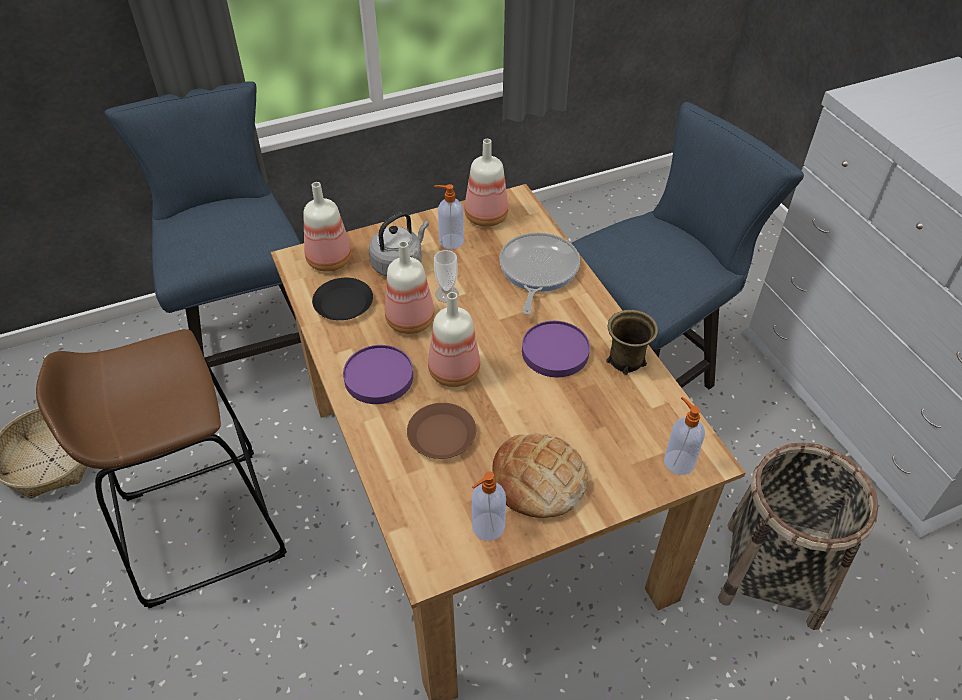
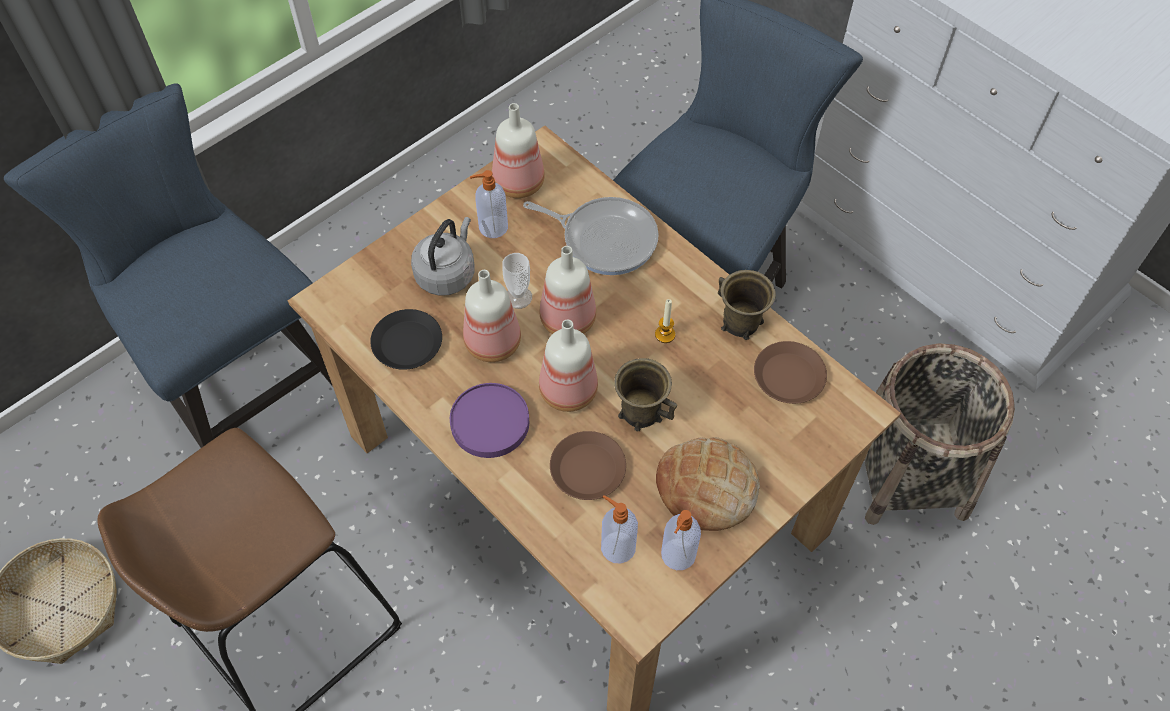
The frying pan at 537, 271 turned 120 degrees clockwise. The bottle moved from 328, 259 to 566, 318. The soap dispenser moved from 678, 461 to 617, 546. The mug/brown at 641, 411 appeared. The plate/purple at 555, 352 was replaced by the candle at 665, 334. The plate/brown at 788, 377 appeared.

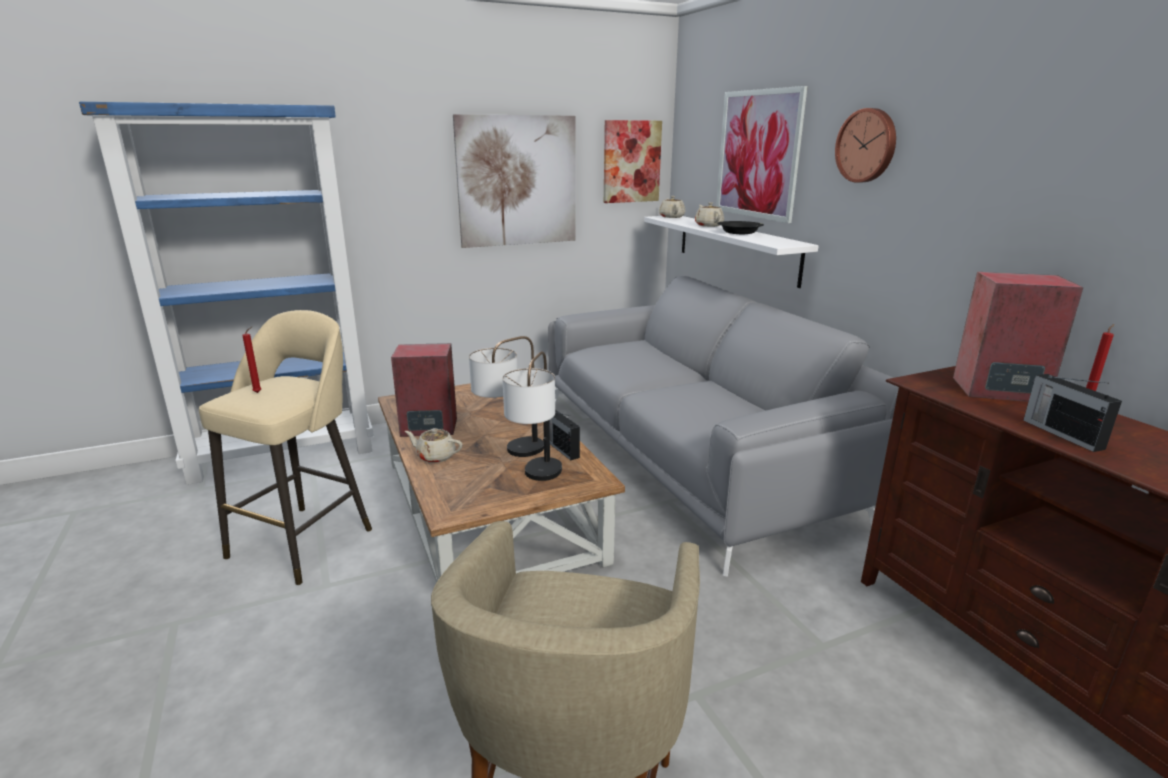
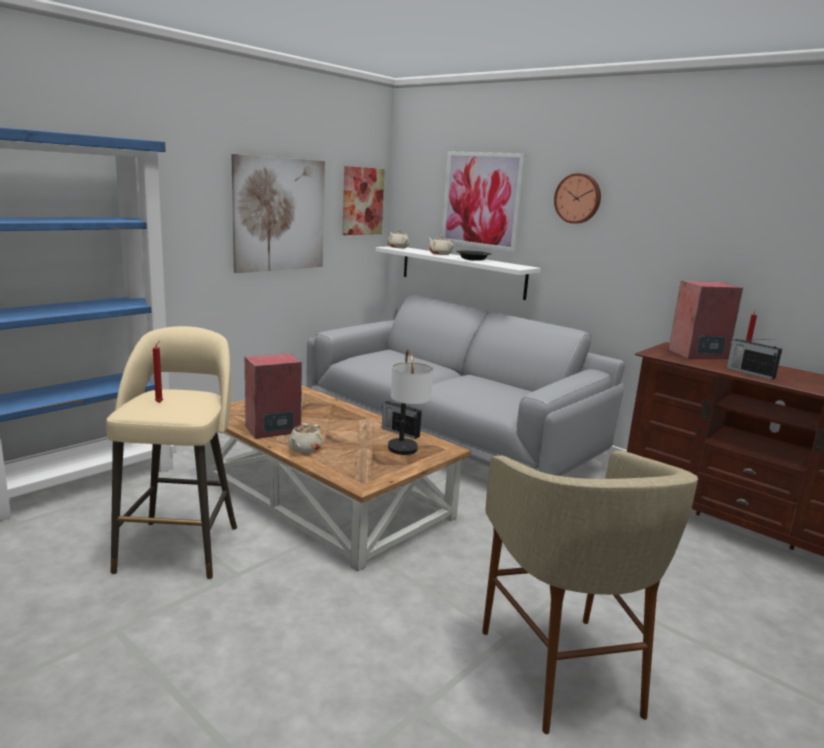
The teapot/beige at 435, 456 turned 60 degrees counterclockwise. The table lamp at 509, 454 disappeared.

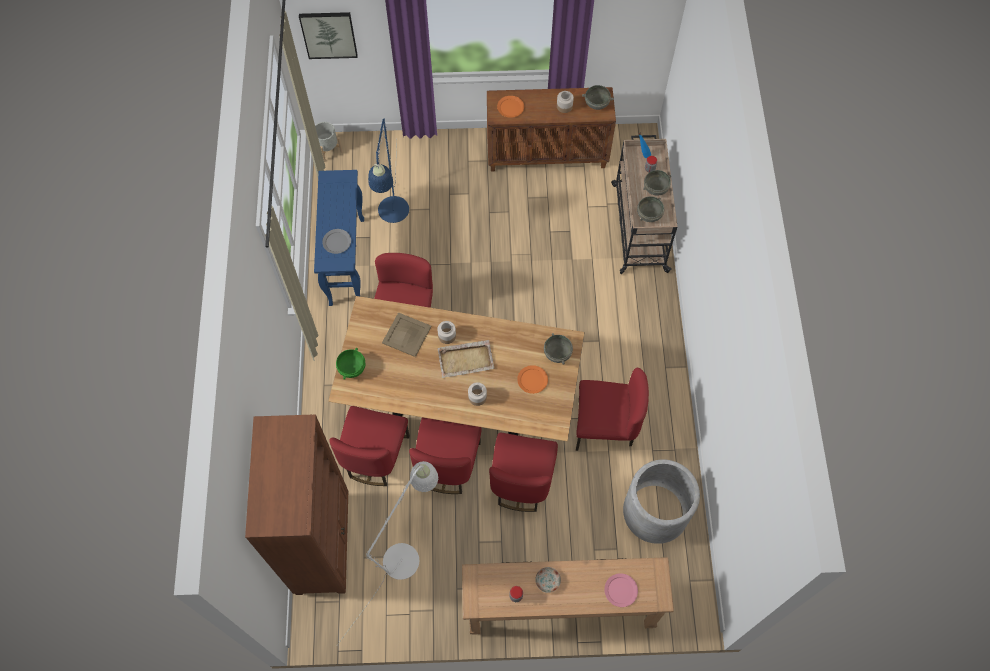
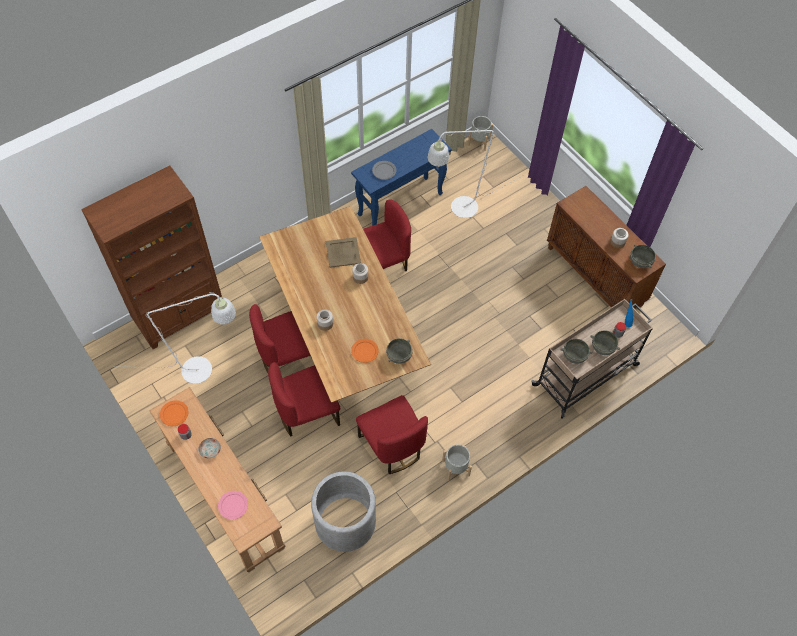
The plate/orange moved from 510, 107 to 174, 414. The floor lamp/blue at 393, 216 became the floor lamp/white at 458, 210. The planter/grey at 455, 468 appeared. The picture at 329, 34 disappeared. The chair/red at 375, 456 disappeared. The bowl/green at 352, 368 disappeared. The tray/beige at 466, 359 disappeared.

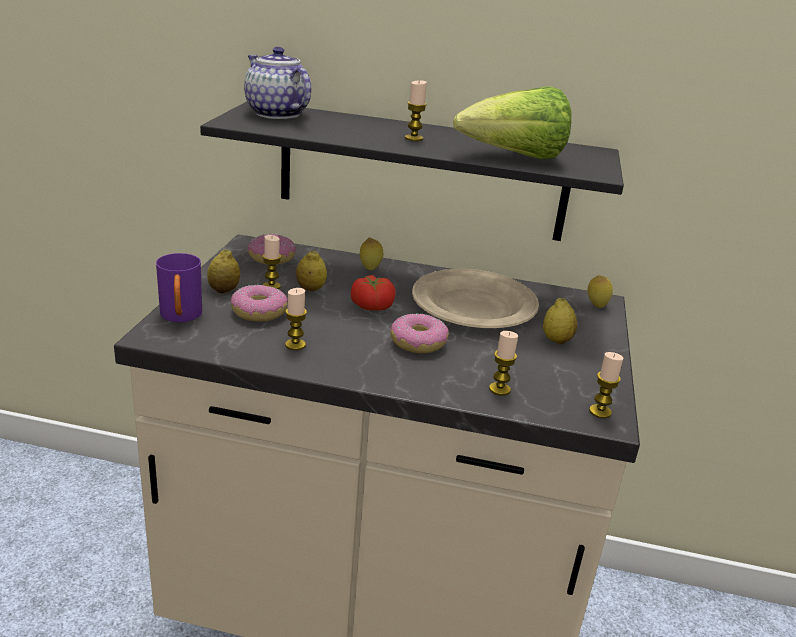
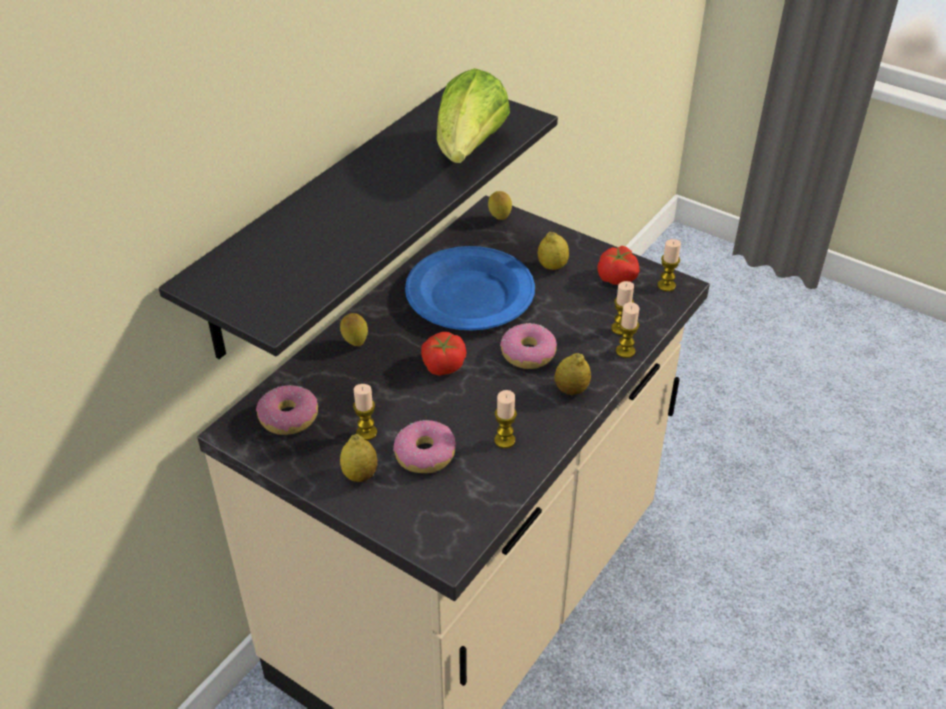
The plate/beige at 473, 305 became the plate/blue at 469, 295. The lemon moved from 310, 289 to 571, 390. The tomato at 617, 277 appeared. The candle moved from 413, 138 to 625, 351. The mug/purple at 181, 317 disappeared. The teapot at 276, 113 disappeared.

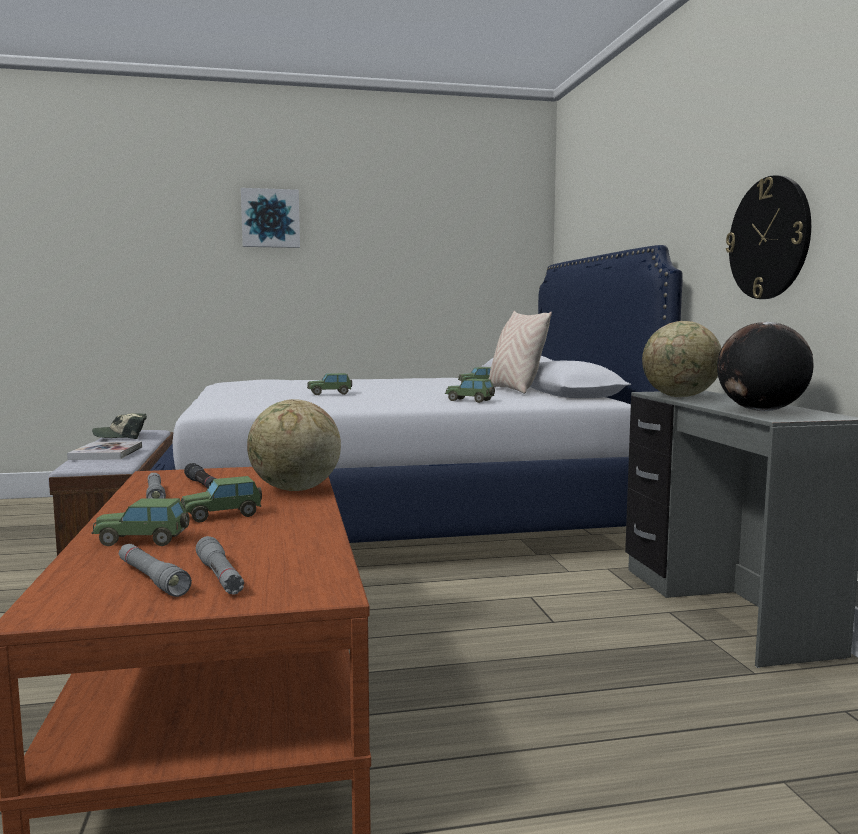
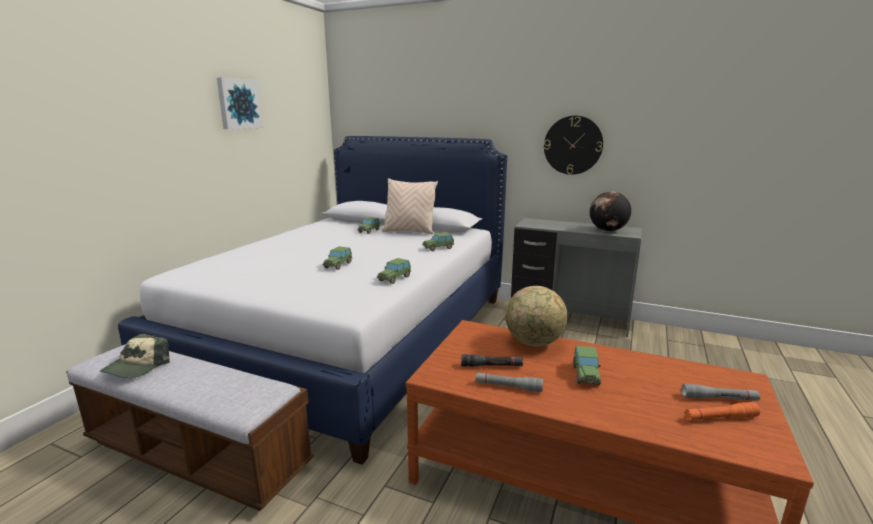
The picture moved from 270, 218 to 238, 104. The toy car moved from 143, 540 to 394, 278. The flashlight/grey at 152, 579 became the flashlight/orange at 719, 418. The book at 106, 453 disappeared. The globe at 680, 397 disappeared.

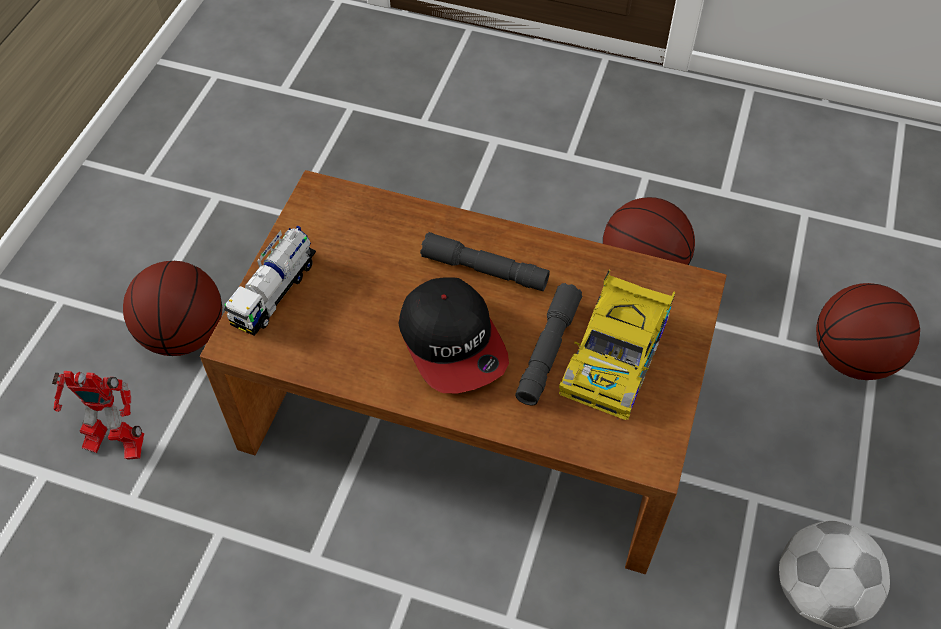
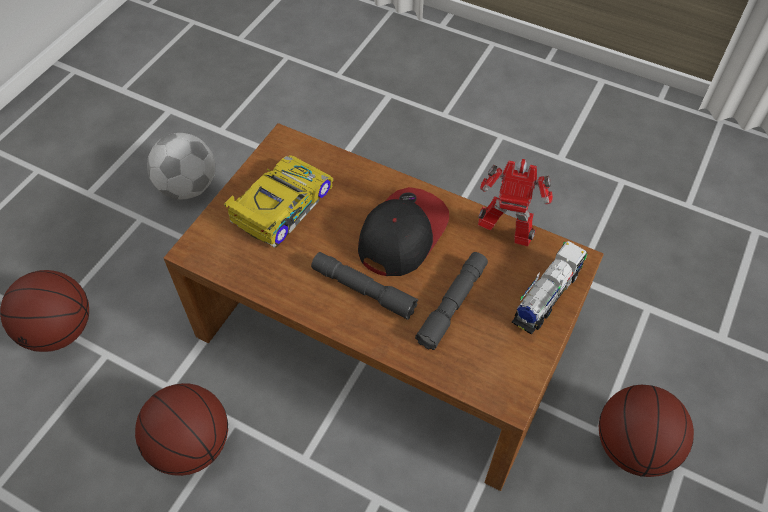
The cap at 453, 342 turned 45 degrees clockwise. The flashlight/grey moved from 548, 350 to 452, 304. The toy robot moved from 115, 444 to 506, 235.

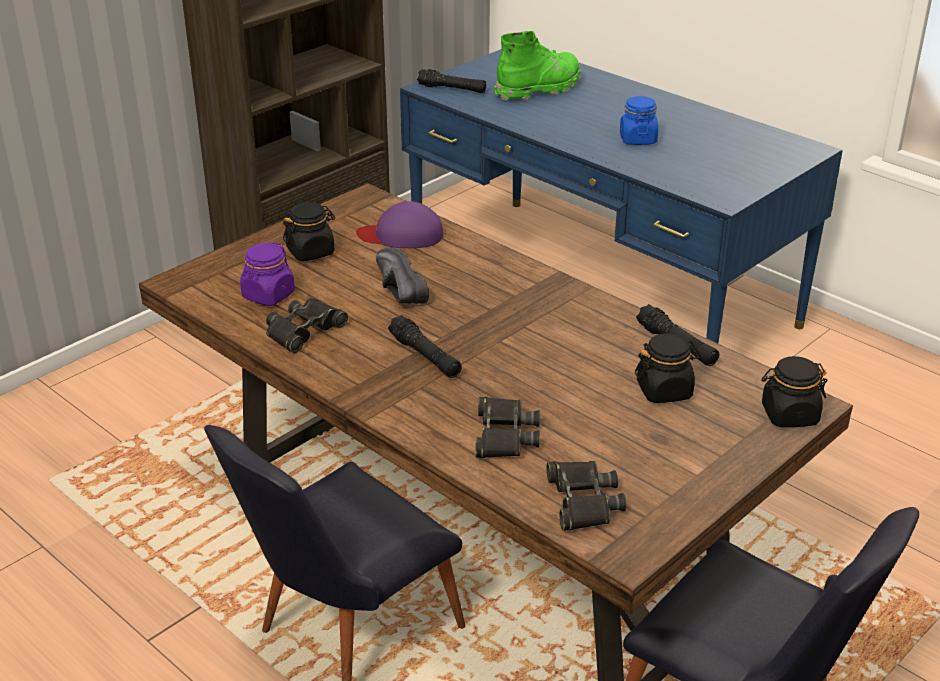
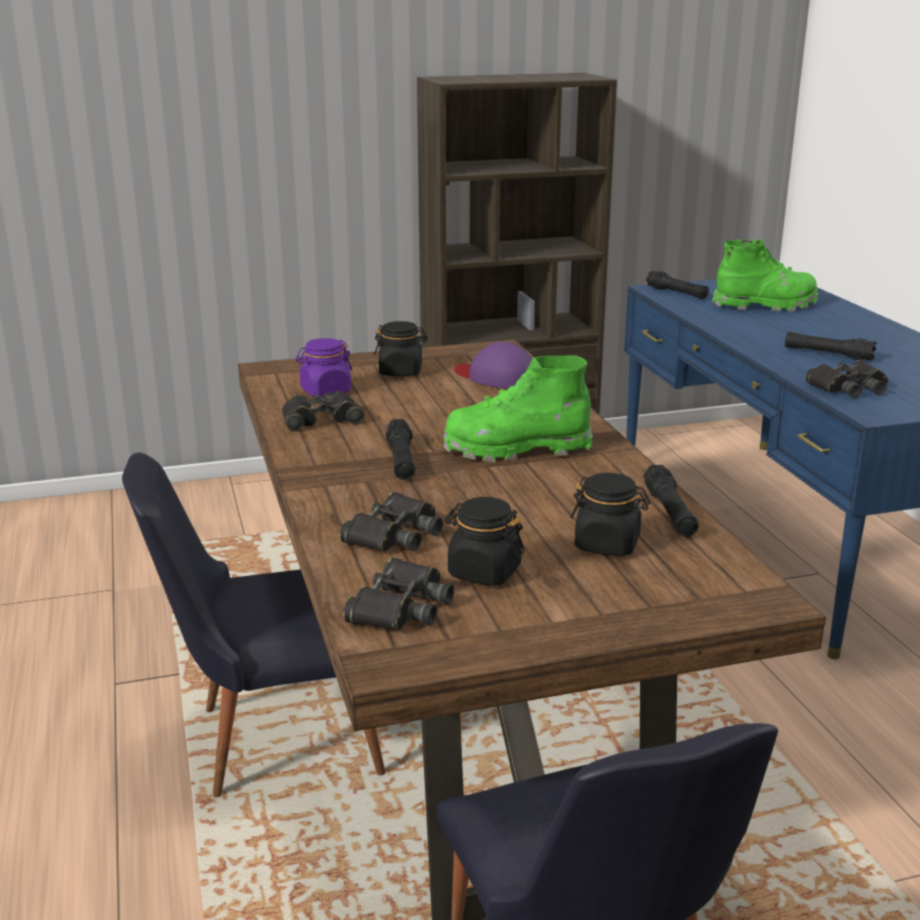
The boot/green at 516, 449 appeared. The jar/black moved from 789, 415 to 484, 572. The jar/blue at 637, 139 was replaced by the flashlight/black at 828, 354. The binoculars/black at 849, 388 appeared. The shoe/black at 395, 291 disappeared.

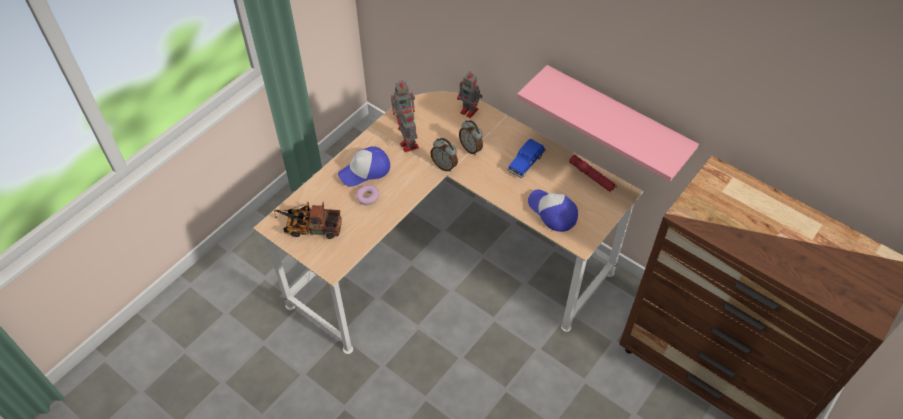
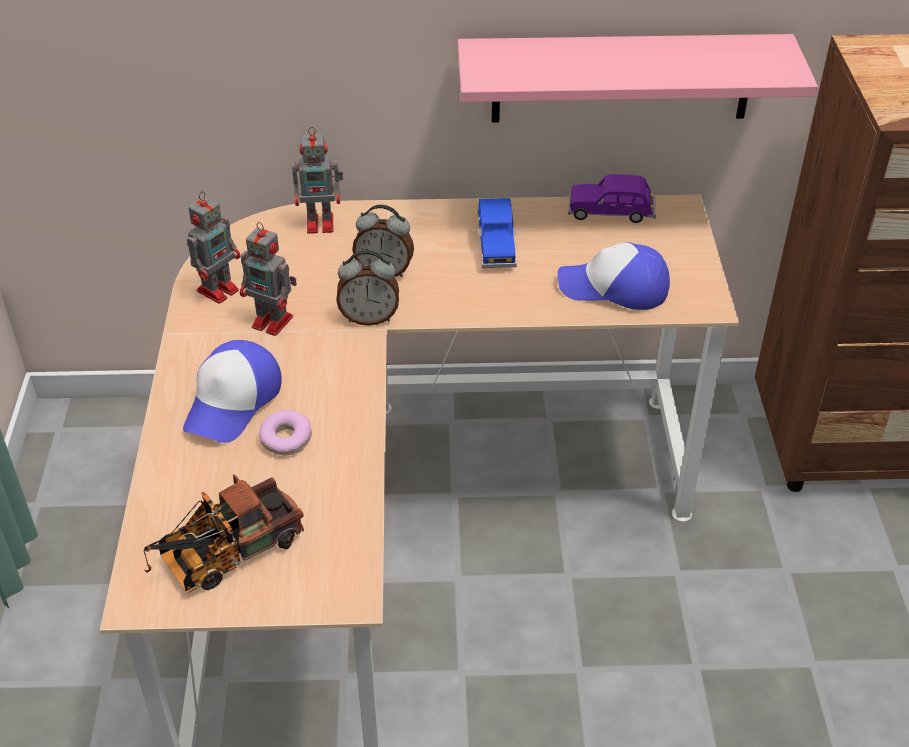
The flashlight/red at 591, 176 was replaced by the toy car/purple at 611, 213.

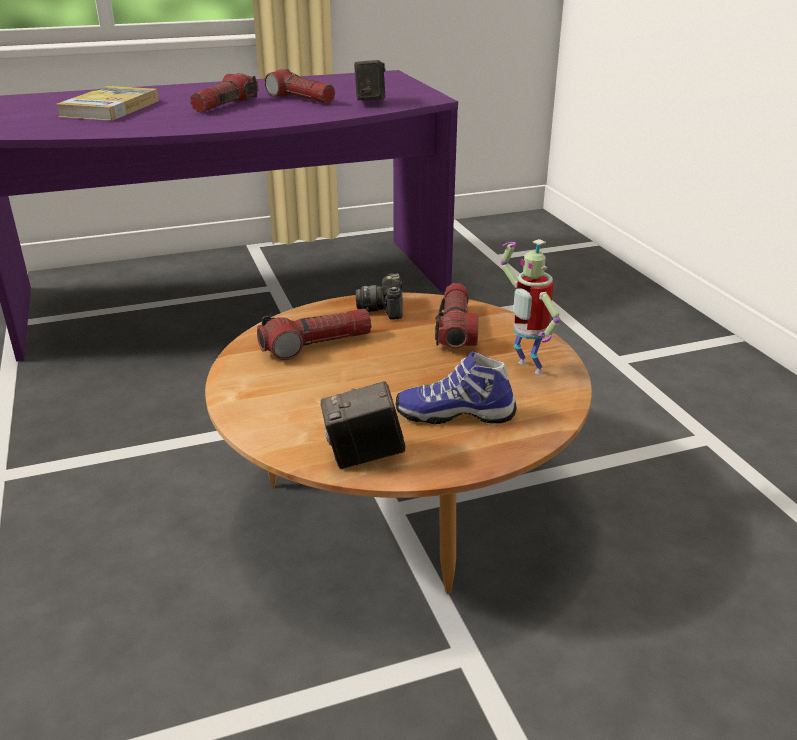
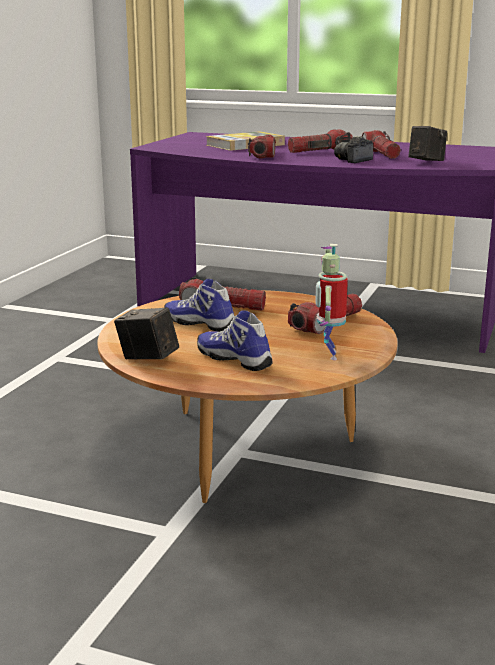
The shoe at 201, 323 appeared. The flashlight at 264, 155 appeared. The photo camera moved from 384, 309 to 353, 160.

